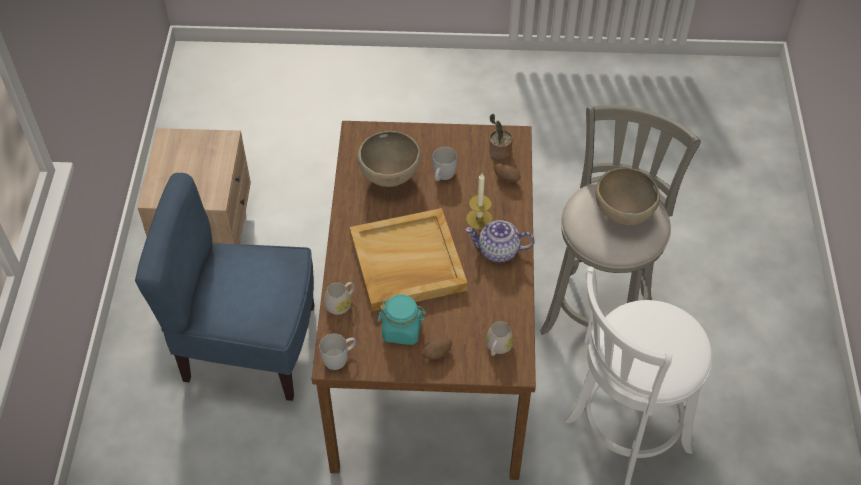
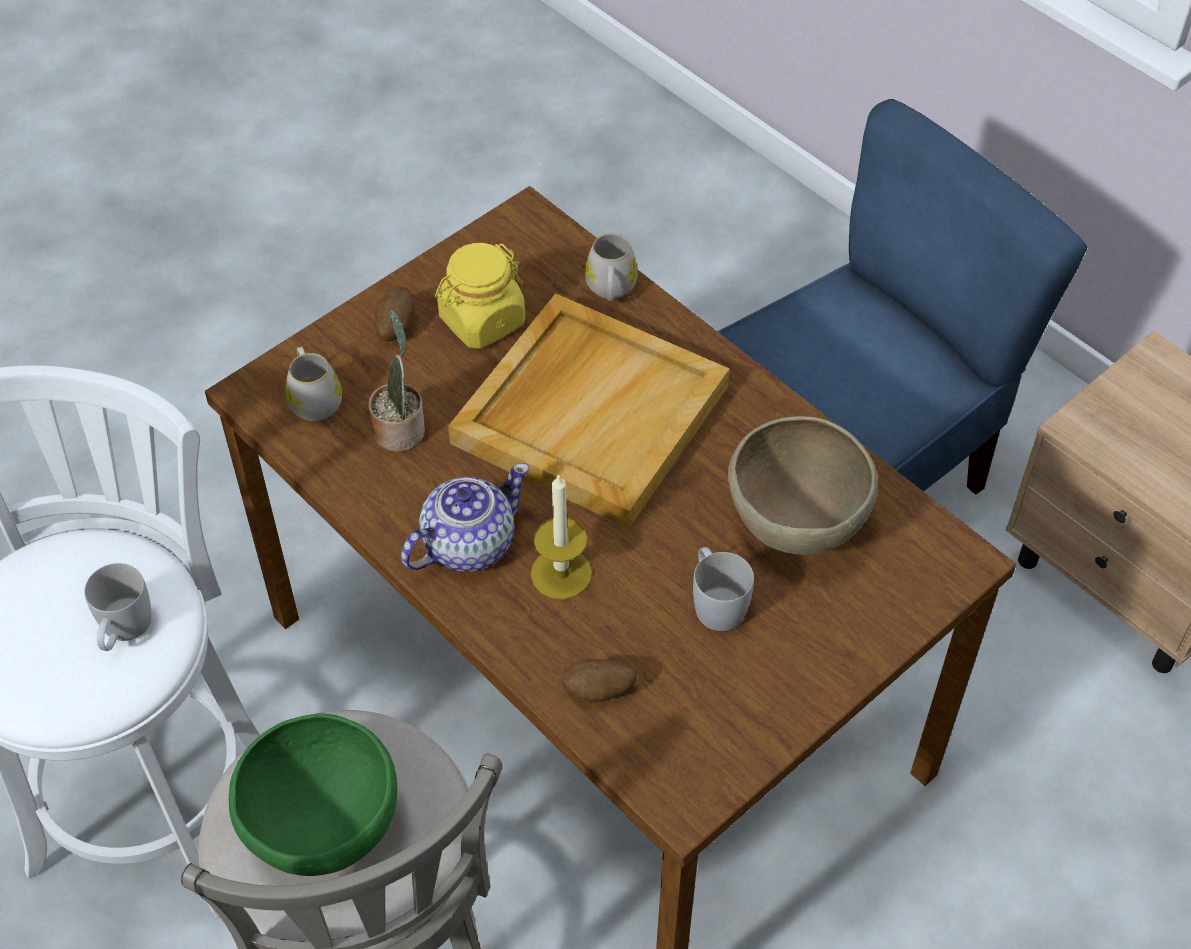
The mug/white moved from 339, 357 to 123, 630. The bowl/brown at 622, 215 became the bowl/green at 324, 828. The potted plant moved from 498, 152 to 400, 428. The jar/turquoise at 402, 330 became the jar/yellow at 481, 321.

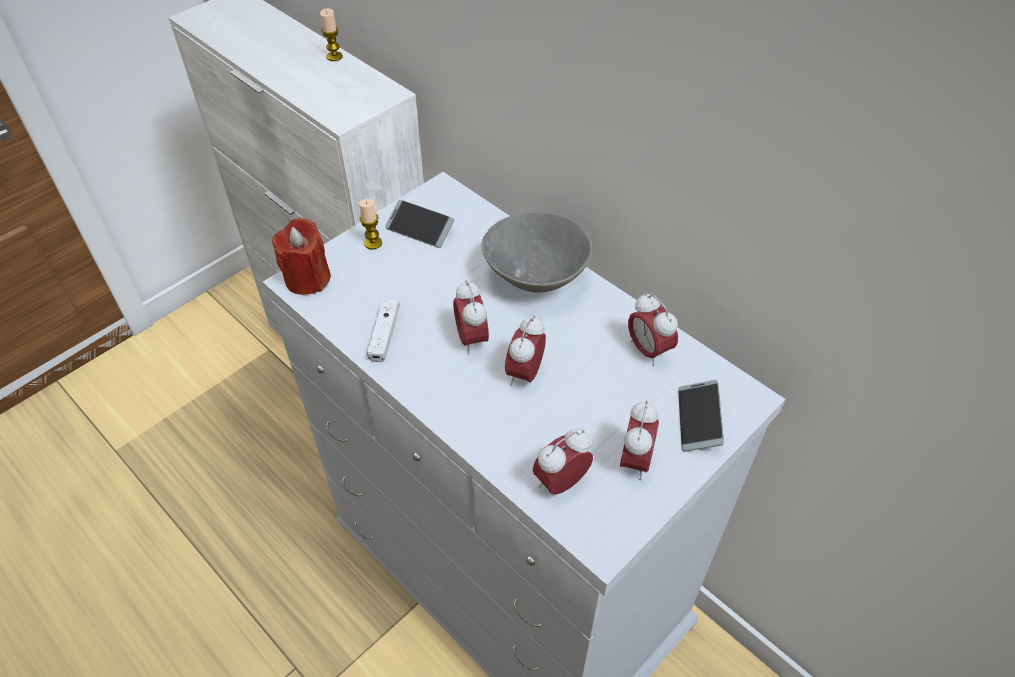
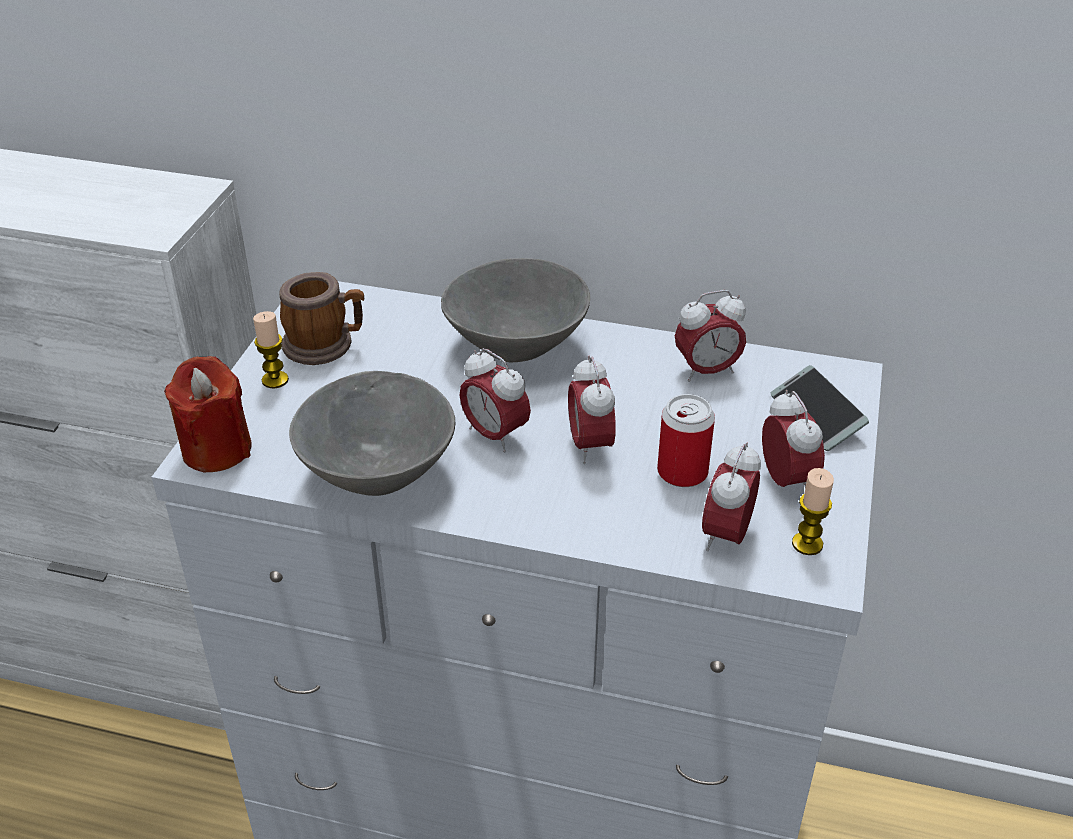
The phone at 420, 229 was replaced by the mug at 325, 345. The game controller/white at 384, 335 was replaced by the bowl/grey at 379, 472. The can at 682, 472 appeared. The alarm clock at 648, 350 turned 45 degrees counterclockwise. The candle moved from 334, 57 to 807, 544.

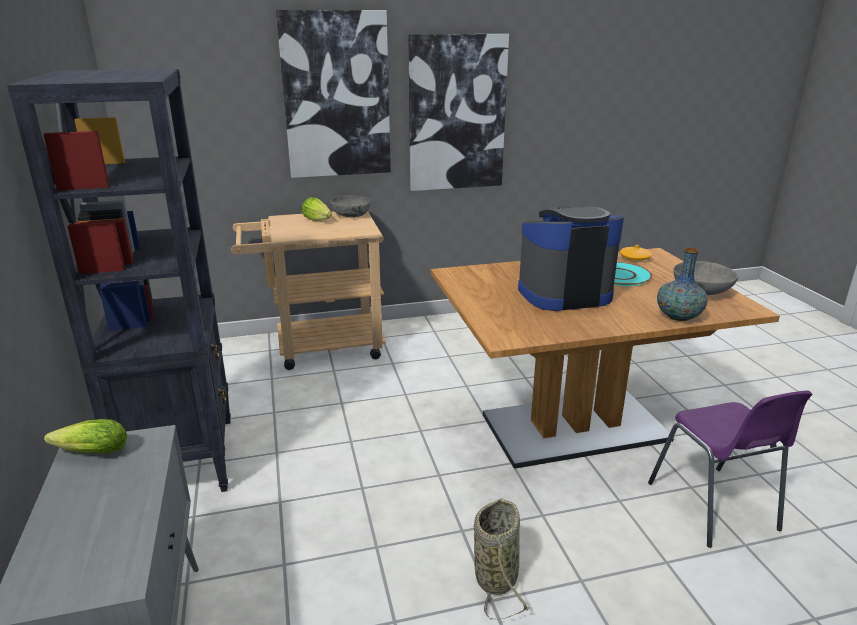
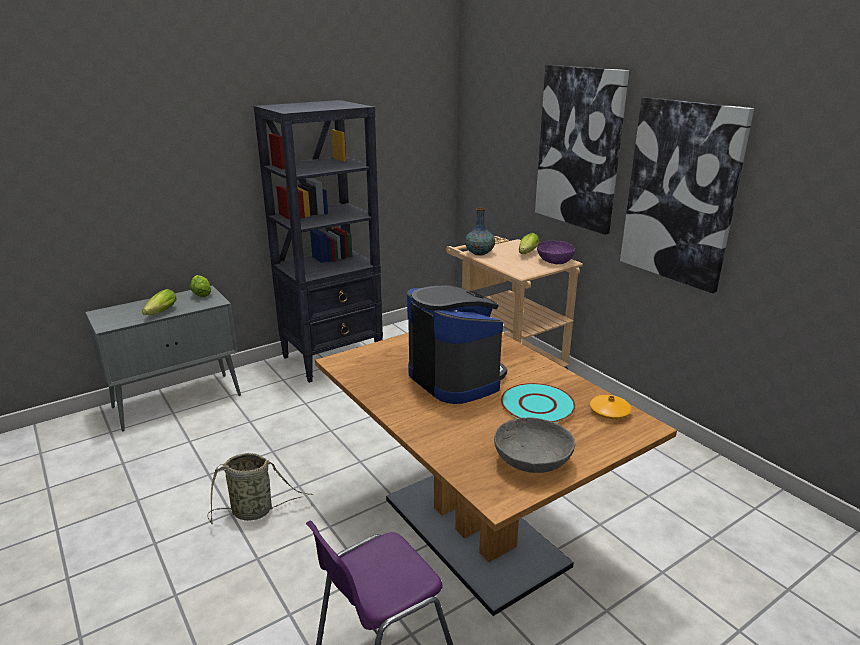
The lettuce at 160, 313 appeared. The vase moved from 678, 316 to 479, 253. The bowl/grey at 351, 215 became the bowl/purple at 554, 261.

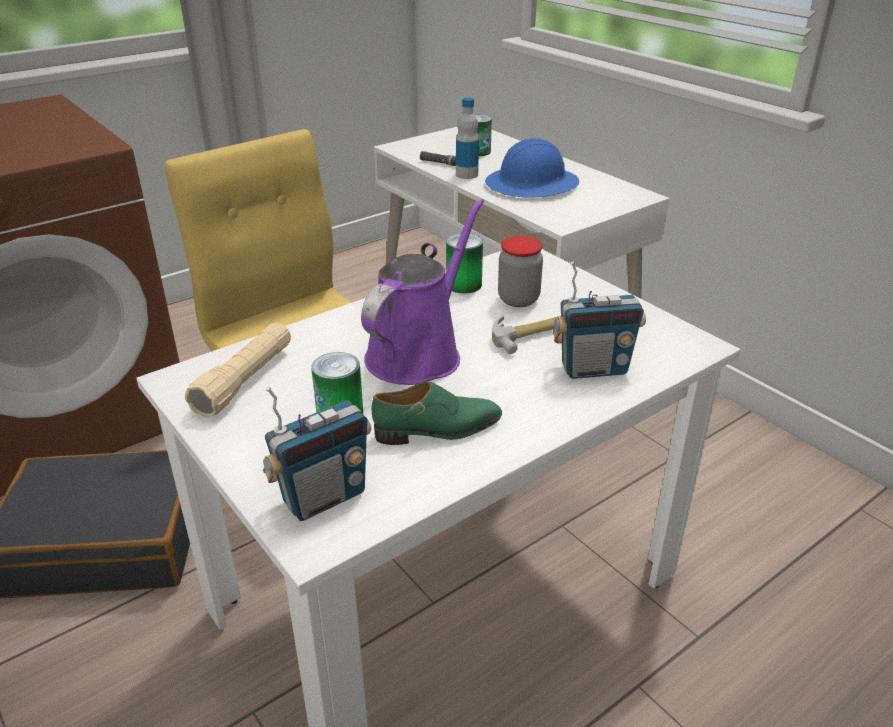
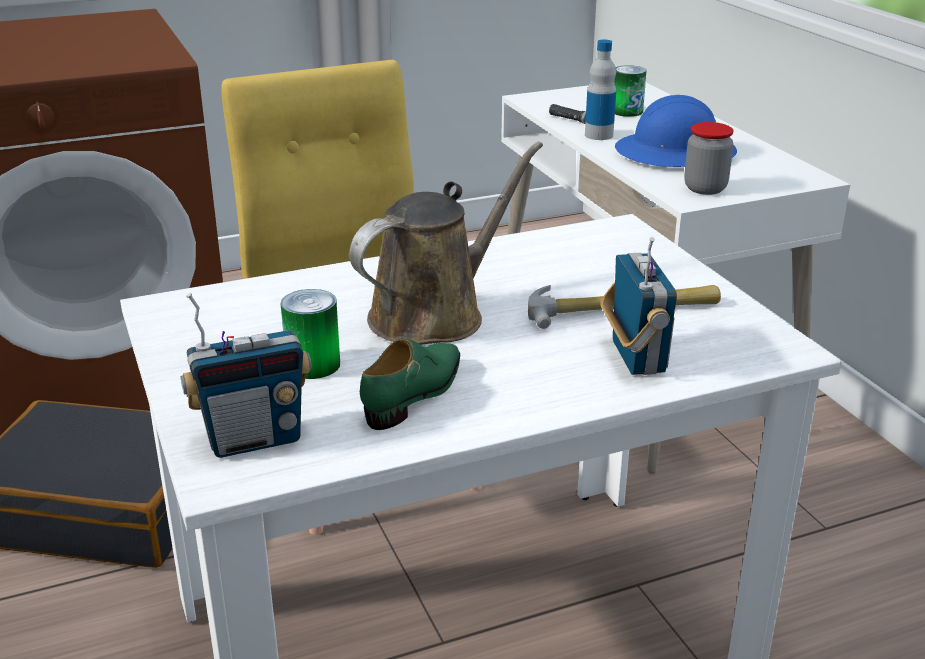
The watering can/purple at 418, 353 became the watering can/brown at 435, 314. The shoe/green at 438, 429 turned 60 degrees counterclockwise. The radio at 593, 369 turned 105 degrees counterclockwise. The jar moved from 518, 299 to 705, 188. The flashlight/beige at 245, 381 disappeared. The can at 464, 284 disappeared.

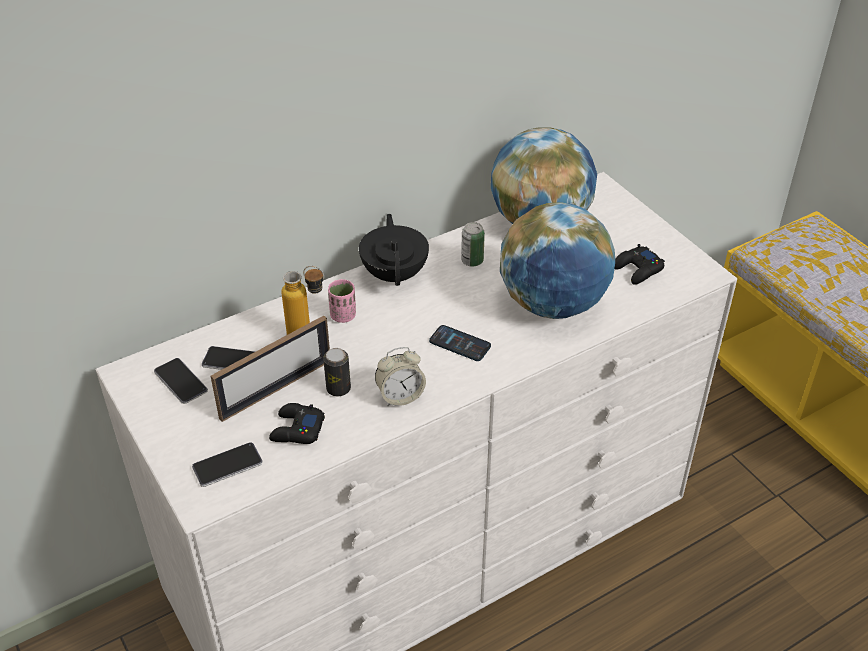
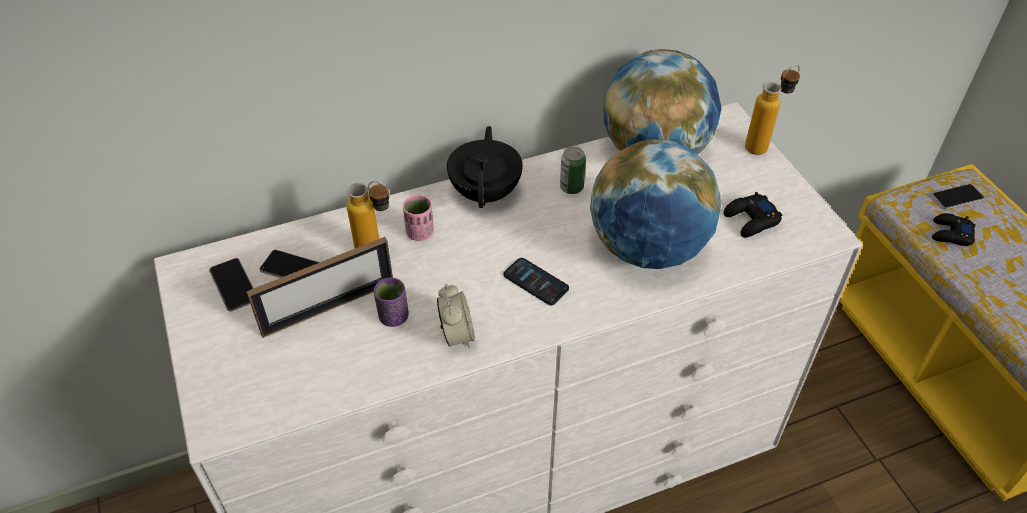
The can at 338, 389 was replaced by the cup/purple at 393, 317. The alarm clock at 400, 396 turned 90 degrees counterclockwise. The bottle at 763, 145 appeared. The phone moved from 227, 465 to 957, 197. The game controller/black moved from 296, 430 to 950, 234.

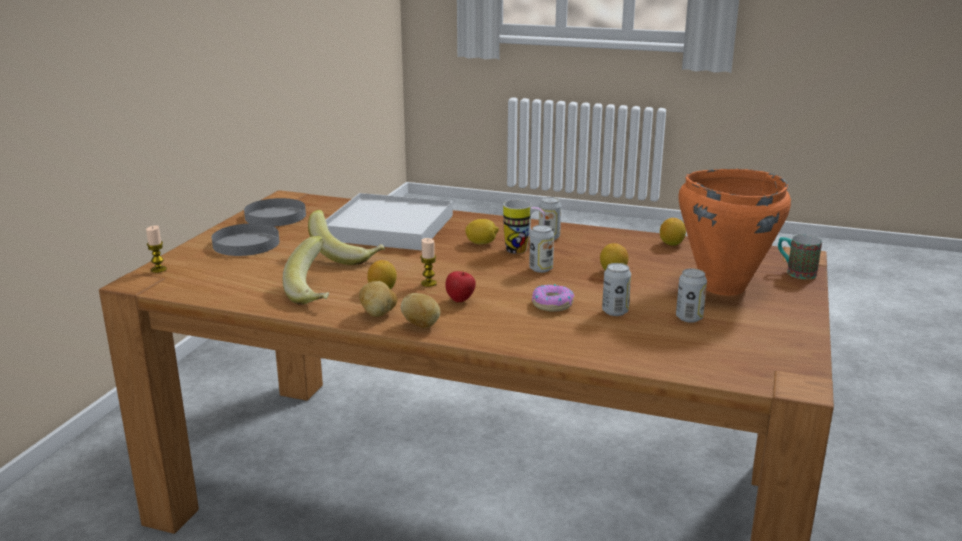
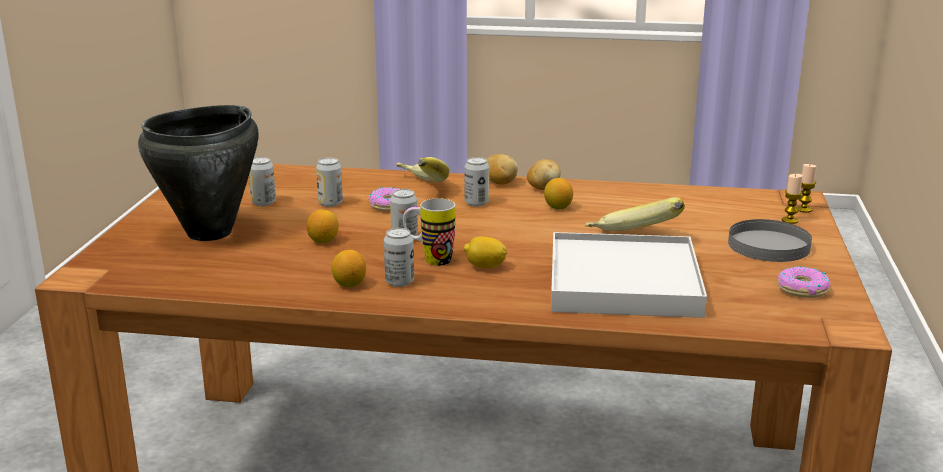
The cooking pot/orange at 722, 287 became the cooking pot/black at 210, 232. The lemon moved from 671, 244 to 349, 284. The banana moved from 316, 292 to 417, 187. The apple at 460, 300 was replaced by the can at 476, 203. The plate/grey at 275, 216 was replaced by the donut at 802, 290. The candle moved from 428, 283 to 790, 220. The mug at 795, 272 disappeared.

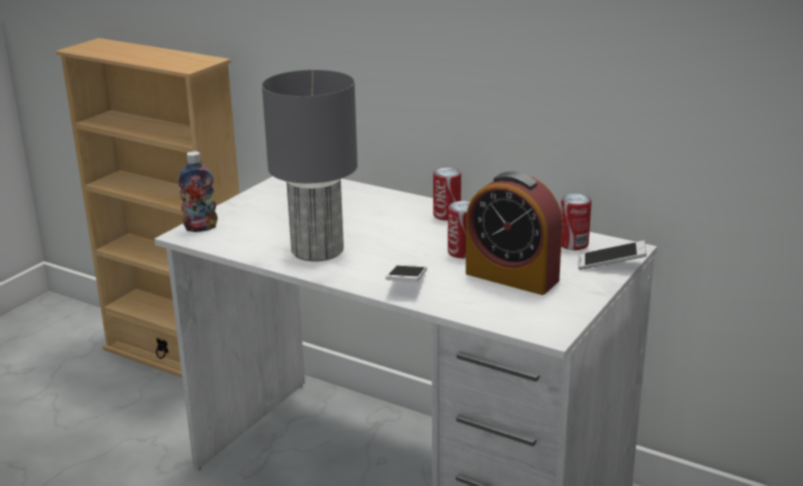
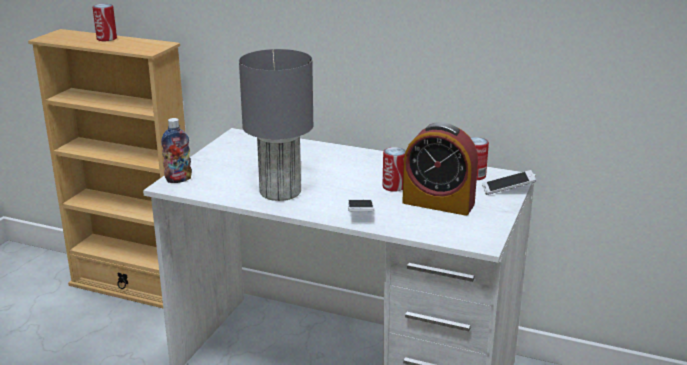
The can moved from 447, 215 to 106, 39.

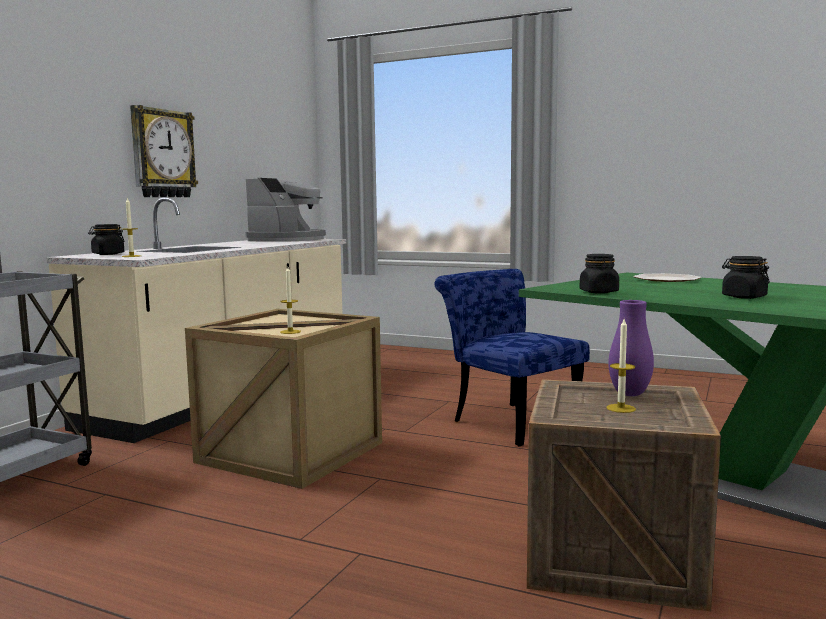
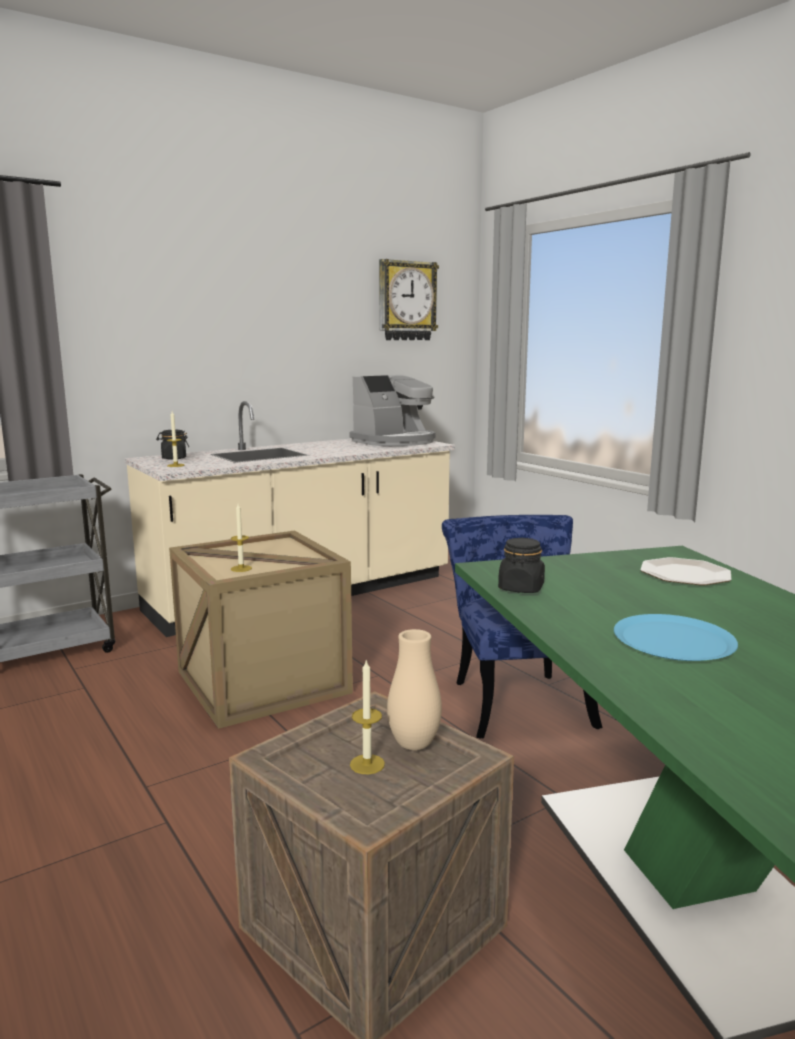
The wall clock moved from 162, 153 to 406, 301. The vase/purple at 629, 394 became the vase/beige at 414, 744. The jar/black at 743, 297 was replaced by the plate/blue at 673, 640.

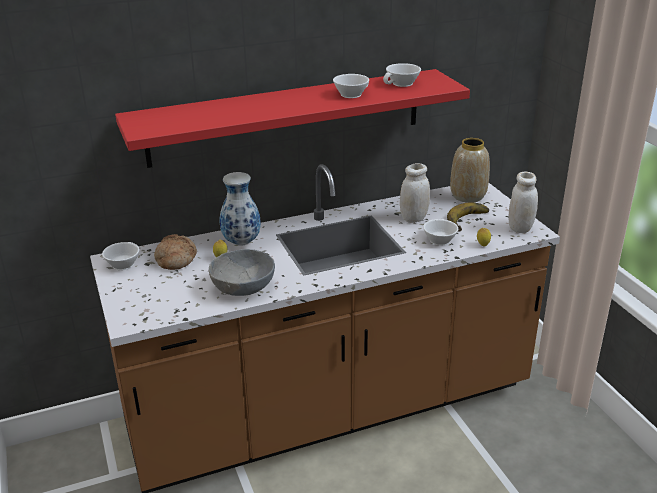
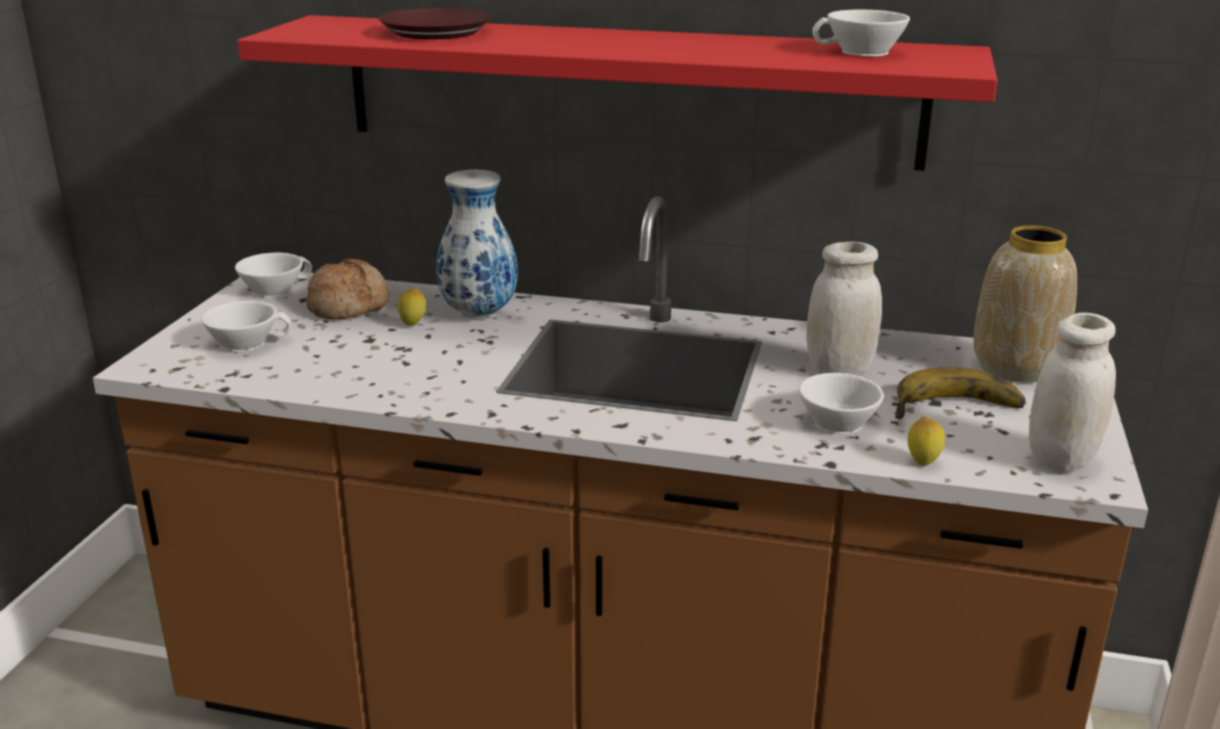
The cup/white moved from 350, 94 to 246, 341. The plate/brown at 436, 32 appeared. The bowl/grey at 244, 287 disappeared.

